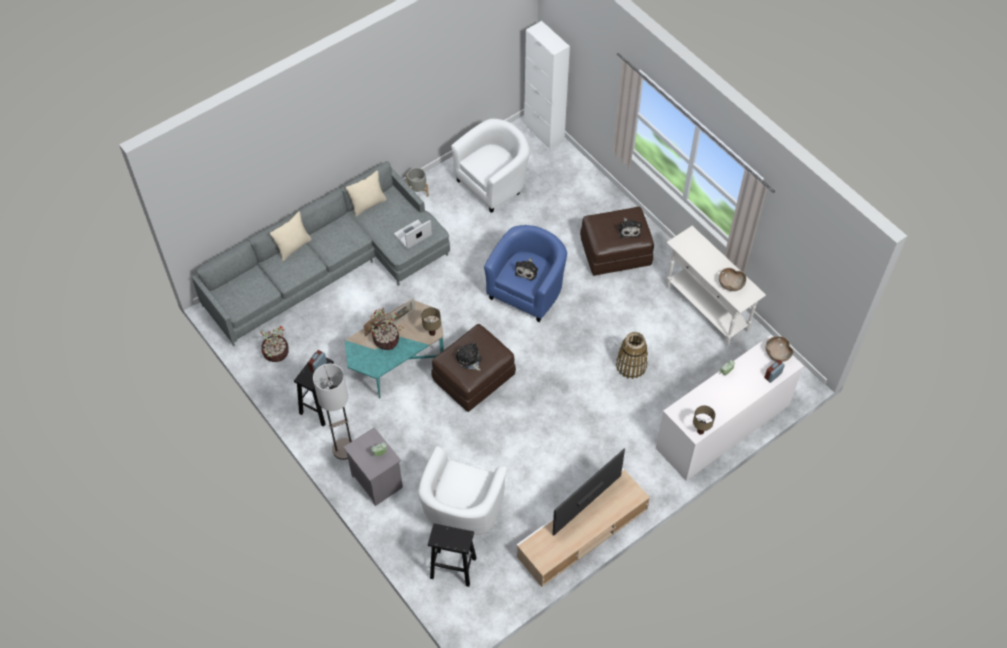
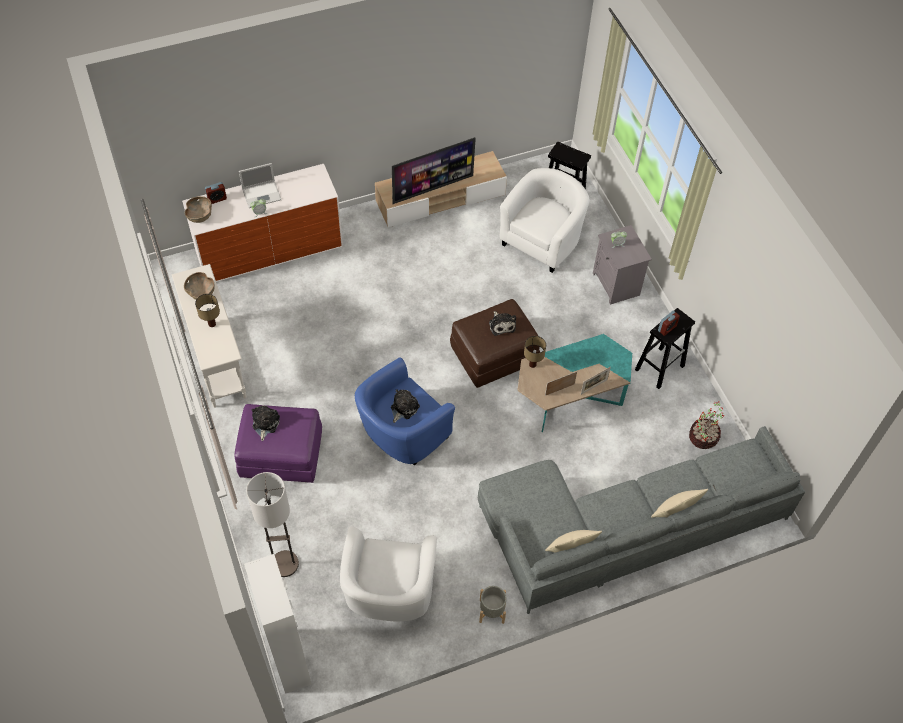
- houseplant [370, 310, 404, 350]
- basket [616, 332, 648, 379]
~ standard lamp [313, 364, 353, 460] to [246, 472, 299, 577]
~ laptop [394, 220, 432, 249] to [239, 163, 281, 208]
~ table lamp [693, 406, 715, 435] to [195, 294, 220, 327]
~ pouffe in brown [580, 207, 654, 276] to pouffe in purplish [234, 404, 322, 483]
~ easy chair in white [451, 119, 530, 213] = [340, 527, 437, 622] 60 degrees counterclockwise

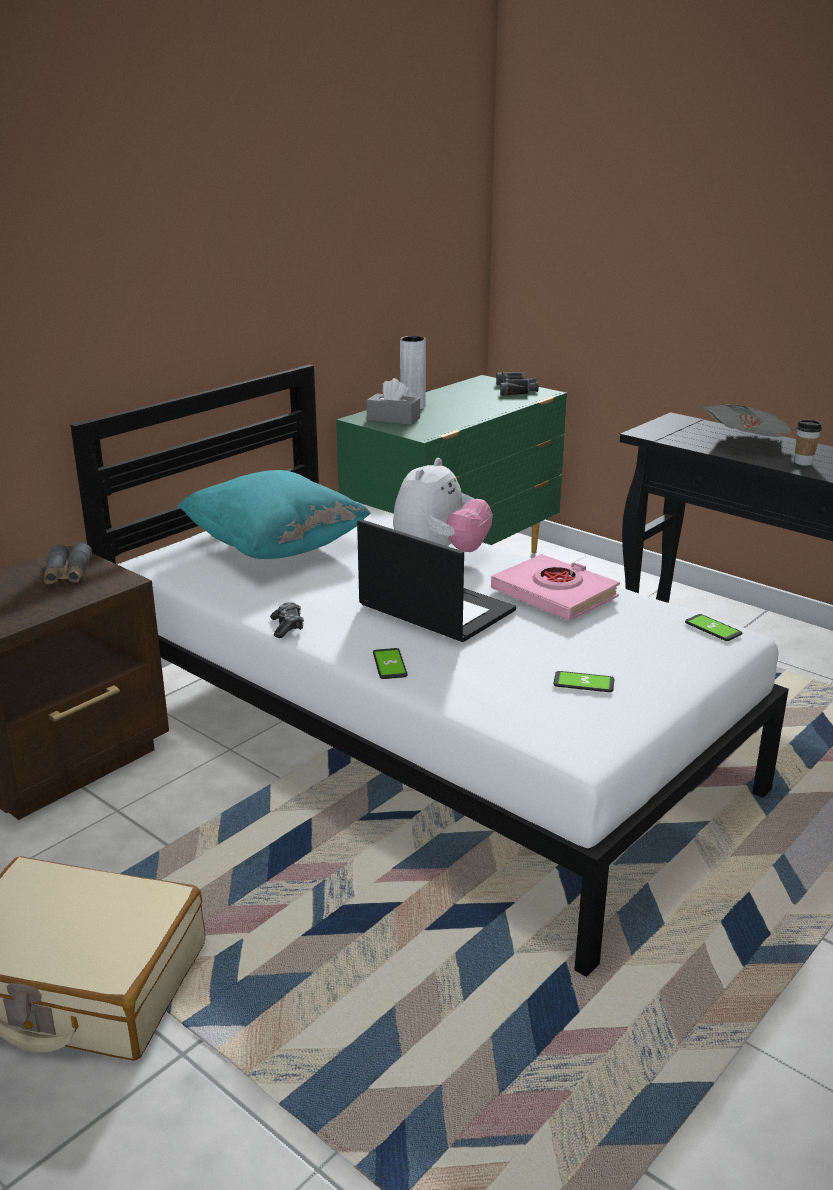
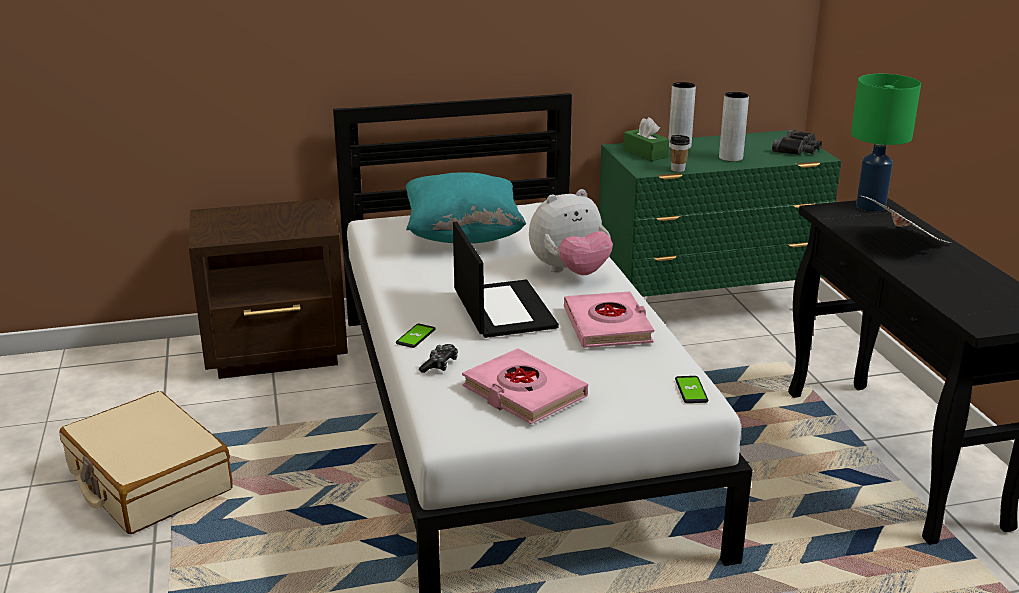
- pair of binoculars in grey [44, 542, 92, 584]
+ flower vase in grey [719, 92, 749, 161]
+ table lamp in greenish [851, 74, 921, 212]
~ joypad [270, 602, 304, 638] to [419, 344, 458, 373]
~ cup [795, 420, 822, 466] to [670, 135, 690, 172]
~ handset [553, 671, 614, 692] to volume in pink-coloured [462, 348, 588, 424]
~ tissue holder in grey [367, 378, 420, 425] to tissue holder in greenish [623, 117, 669, 161]

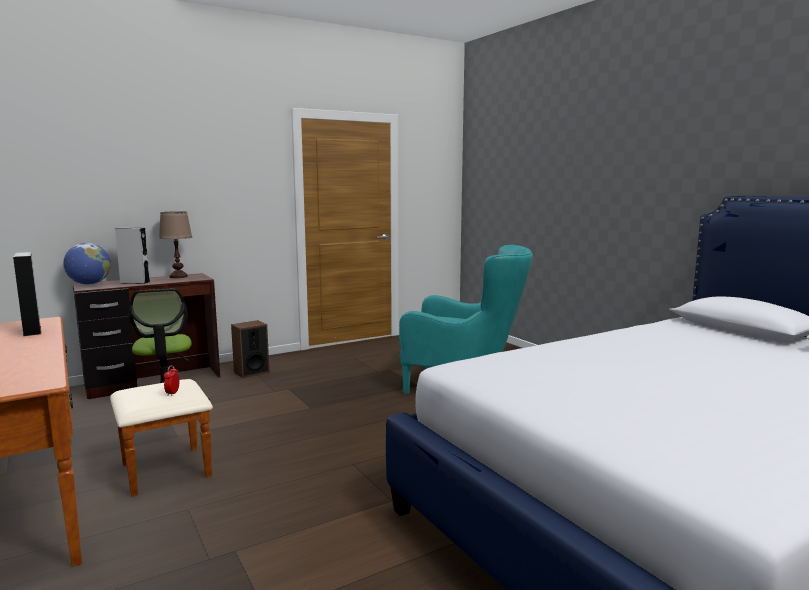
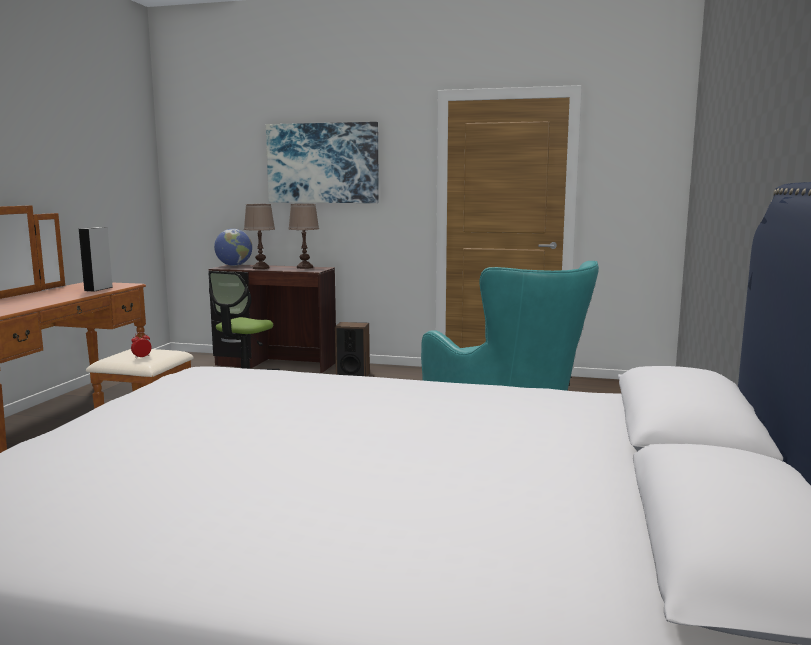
+ wall art [266, 122, 379, 203]
~ loudspeaker in grey [115, 228, 150, 284] to table lamp in brown [244, 204, 275, 269]

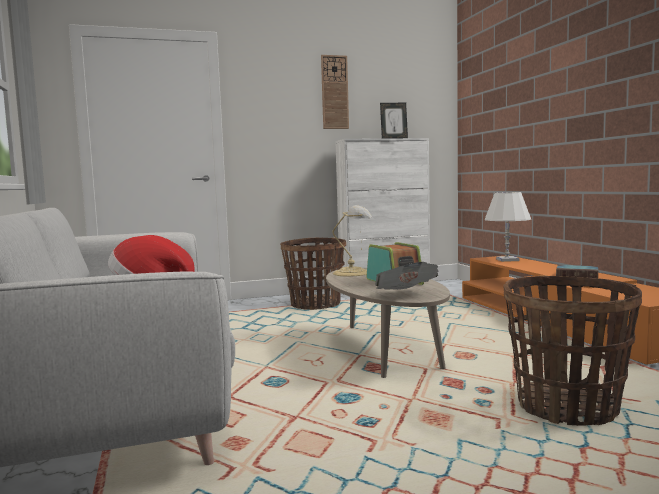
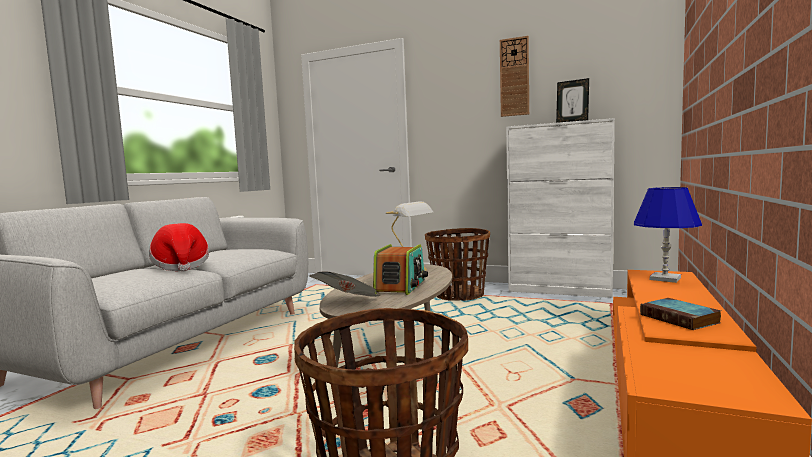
~ table lamp in white [485, 192, 531, 262] to table lamp in blue-coloured [634, 187, 702, 283]

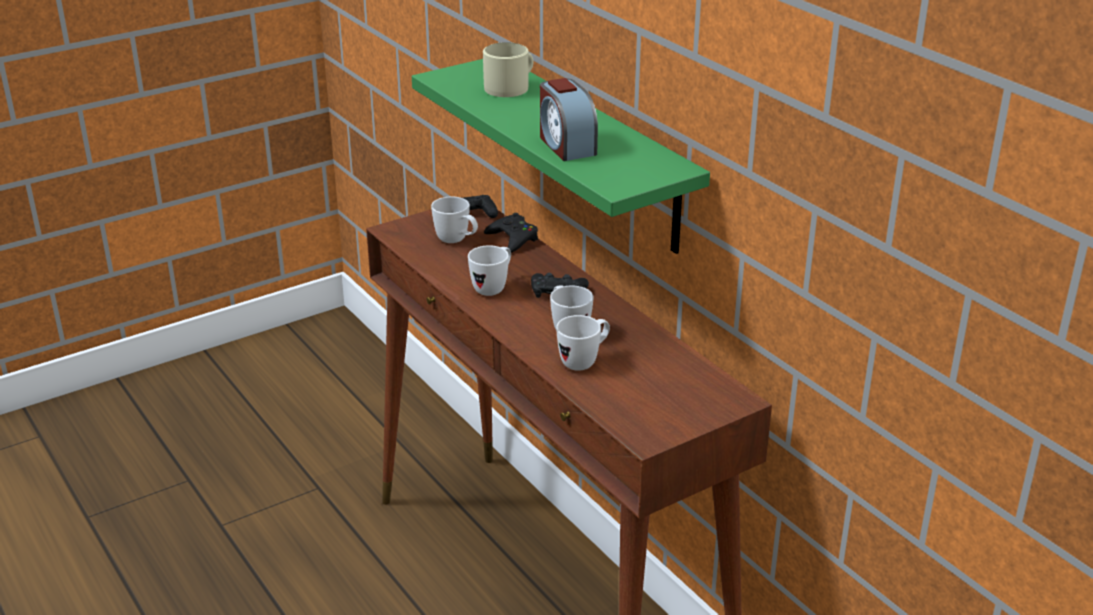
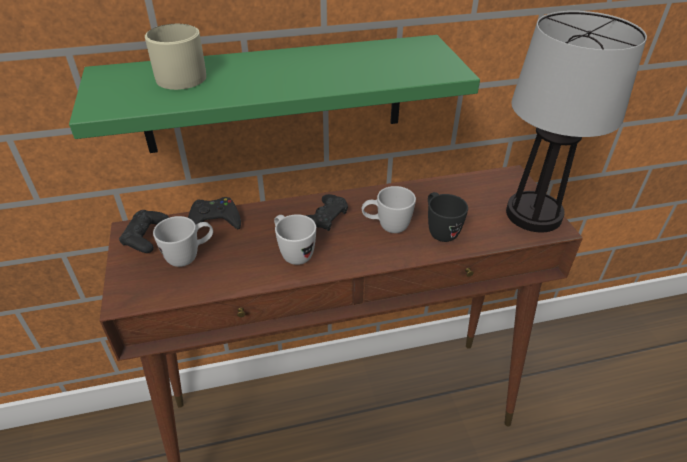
- alarm clock [540, 78, 598, 161]
+ table lamp [506, 11, 647, 233]
~ mug in white [556, 315, 610, 371] to mug in black-coloured [428, 192, 468, 242]

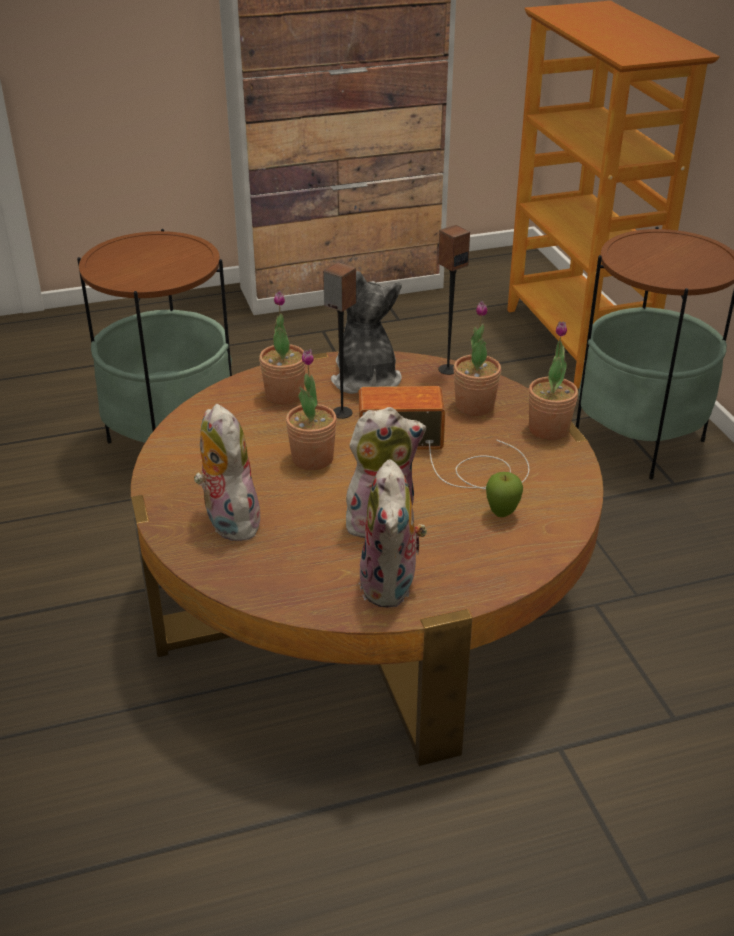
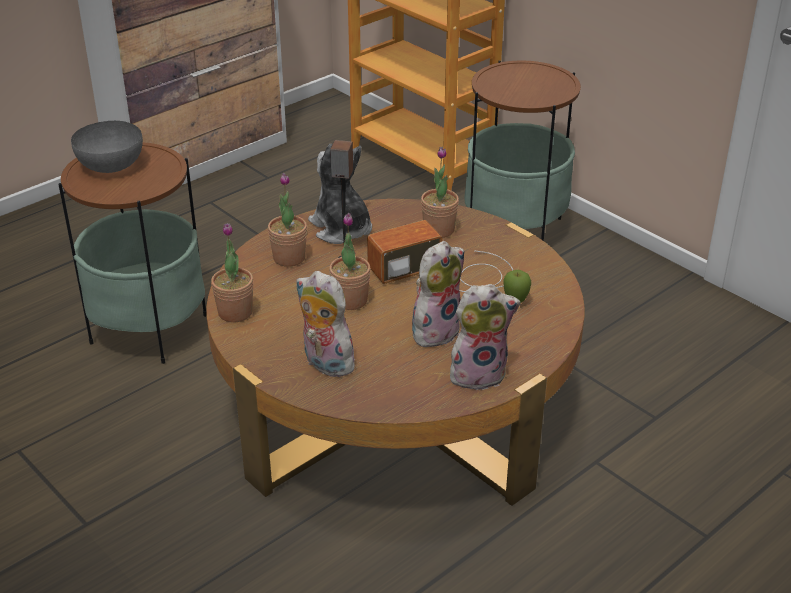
- loudspeaker [438, 225, 470, 375]
+ deep dish in grey [71, 121, 143, 173]
~ houseplant [528, 321, 578, 441] to [211, 223, 253, 322]
~ cuddly toy [359, 459, 427, 608] = [450, 284, 521, 391] 75 degrees counterclockwise

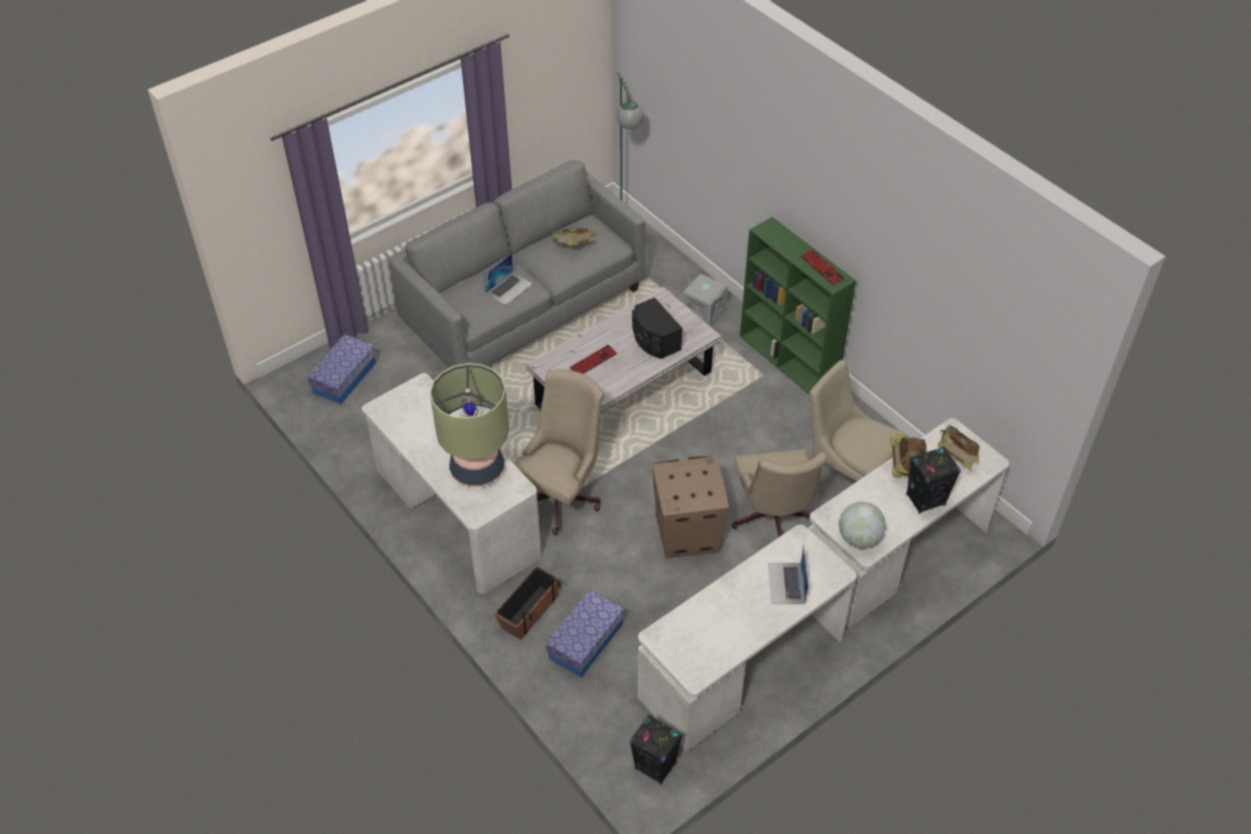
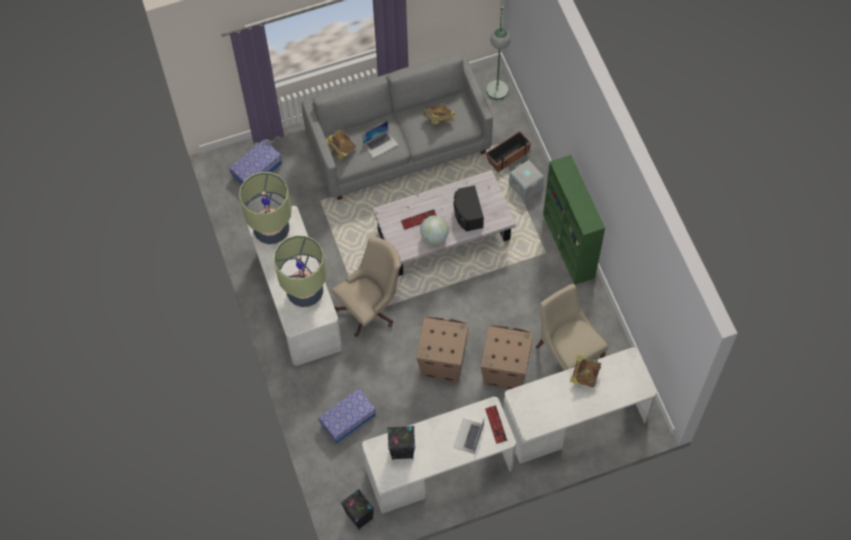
+ table lamp [239, 172, 292, 245]
~ flower pot [494, 565, 561, 640] to [486, 131, 531, 172]
~ keyboard [800, 249, 844, 285] to [485, 405, 507, 444]
~ world globe [839, 502, 886, 548] to [420, 216, 449, 244]
~ loudspeaker in black-coloured [906, 446, 961, 514] to [387, 426, 415, 460]
~ volume [938, 425, 980, 470] to [326, 129, 356, 160]
~ computer chair in beige-coloured [731, 449, 827, 537] to carton [481, 326, 533, 389]

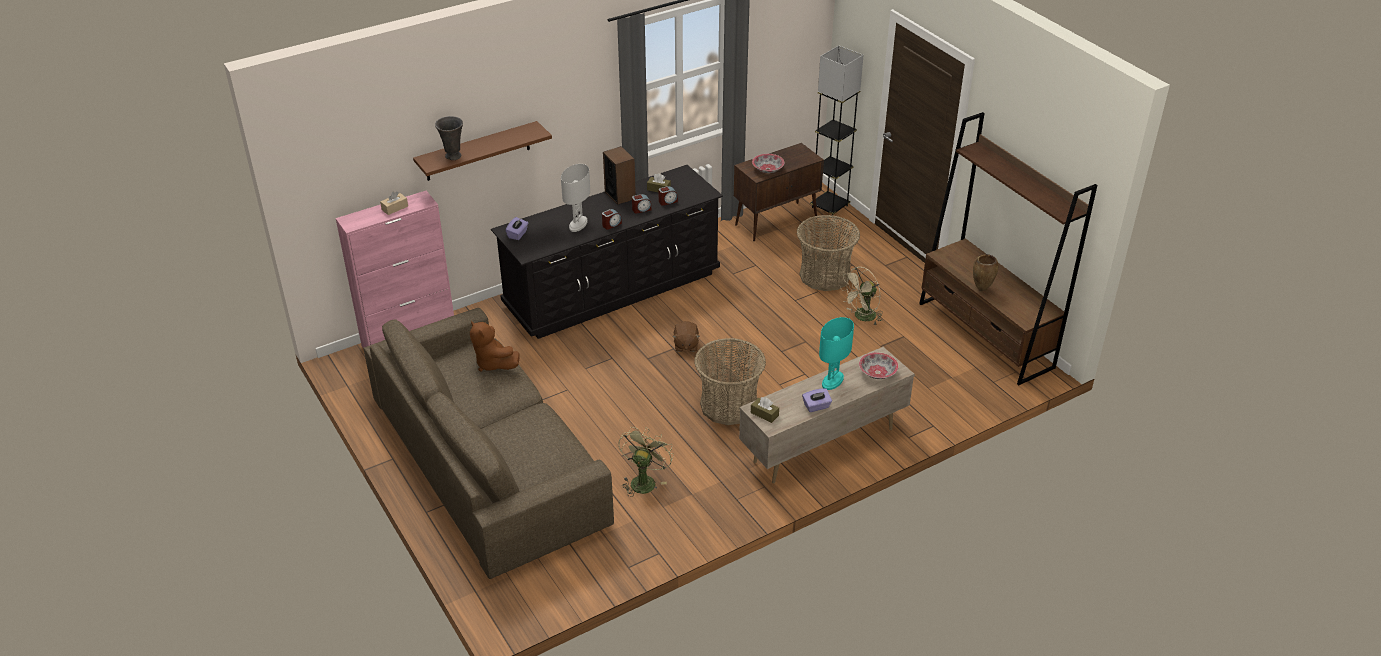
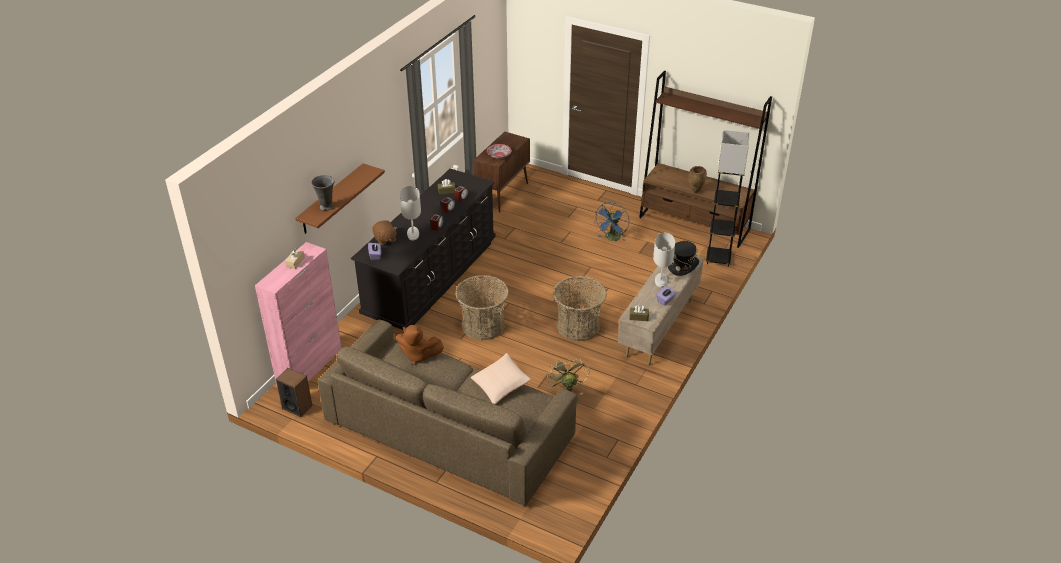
+ pillow in beige-coloured [471, 353, 531, 404]
~ loudspeaker [603, 146, 636, 205] to [276, 368, 312, 417]
~ cuddly toy in brown [672, 321, 700, 352] to [373, 220, 397, 246]
~ basket [797, 215, 860, 291] to [455, 275, 509, 340]
~ standard lamp in grey [810, 45, 864, 216] to [706, 130, 750, 267]
~ deep dish [859, 352, 898, 379] to hat in black-coloured [668, 241, 699, 276]
~ table lamp in turquoise-coloured [819, 317, 854, 390] to table lamp in white [653, 233, 675, 288]
~ fan in beige-coloured [840, 267, 883, 326] to fan in blue-coloured [594, 202, 629, 241]

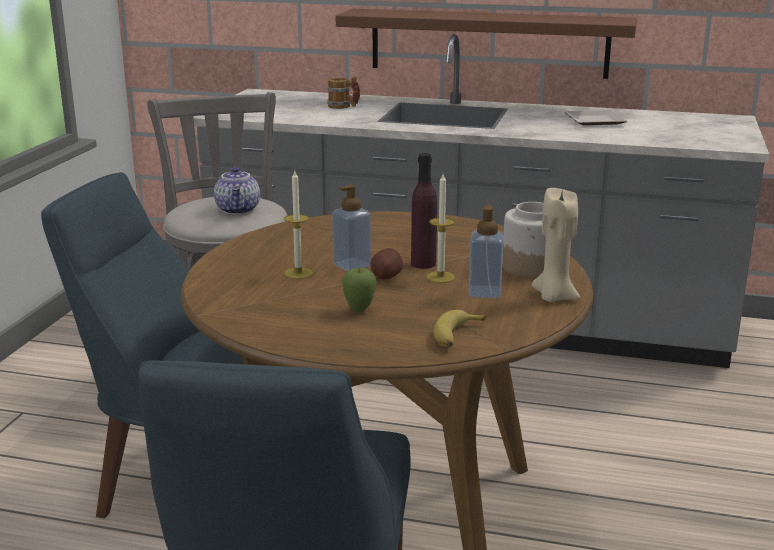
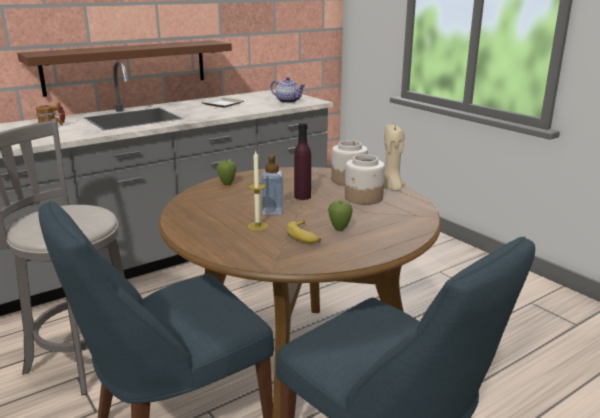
- whole potato [370, 248, 403, 280]
- candle [426, 174, 455, 283]
+ apple fruit [217, 160, 237, 185]
~ tea pot [214, 167, 260, 215] to [271, 77, 306, 103]
~ whole banana [433, 310, 486, 347] to [286, 220, 321, 244]
~ soap bottle [469, 204, 504, 299] to preserve jar [345, 154, 385, 205]

